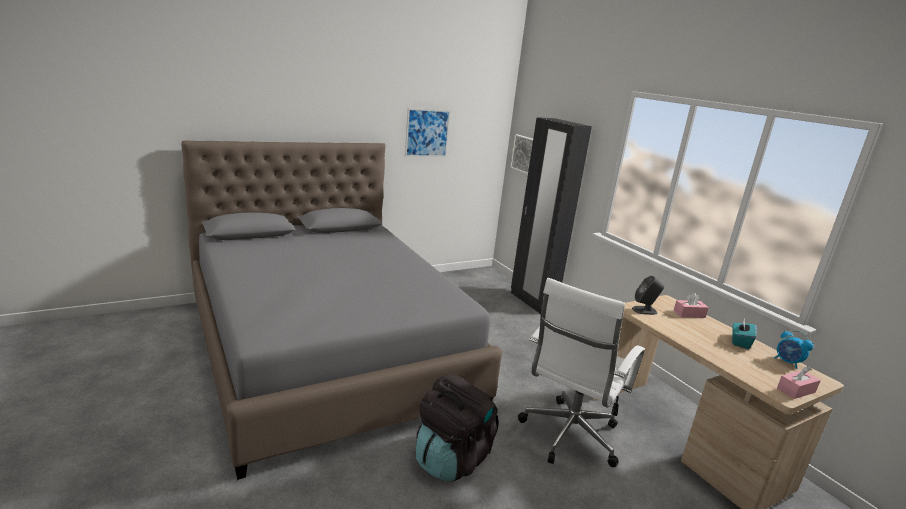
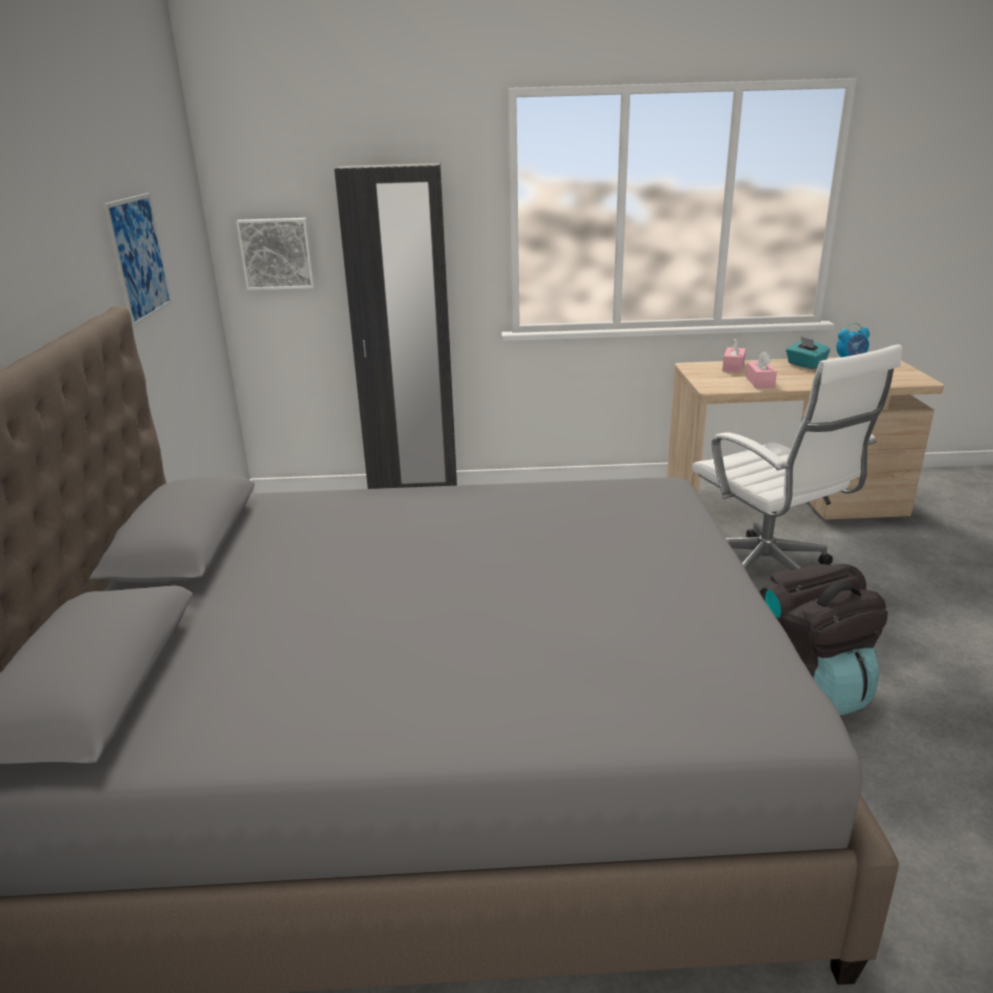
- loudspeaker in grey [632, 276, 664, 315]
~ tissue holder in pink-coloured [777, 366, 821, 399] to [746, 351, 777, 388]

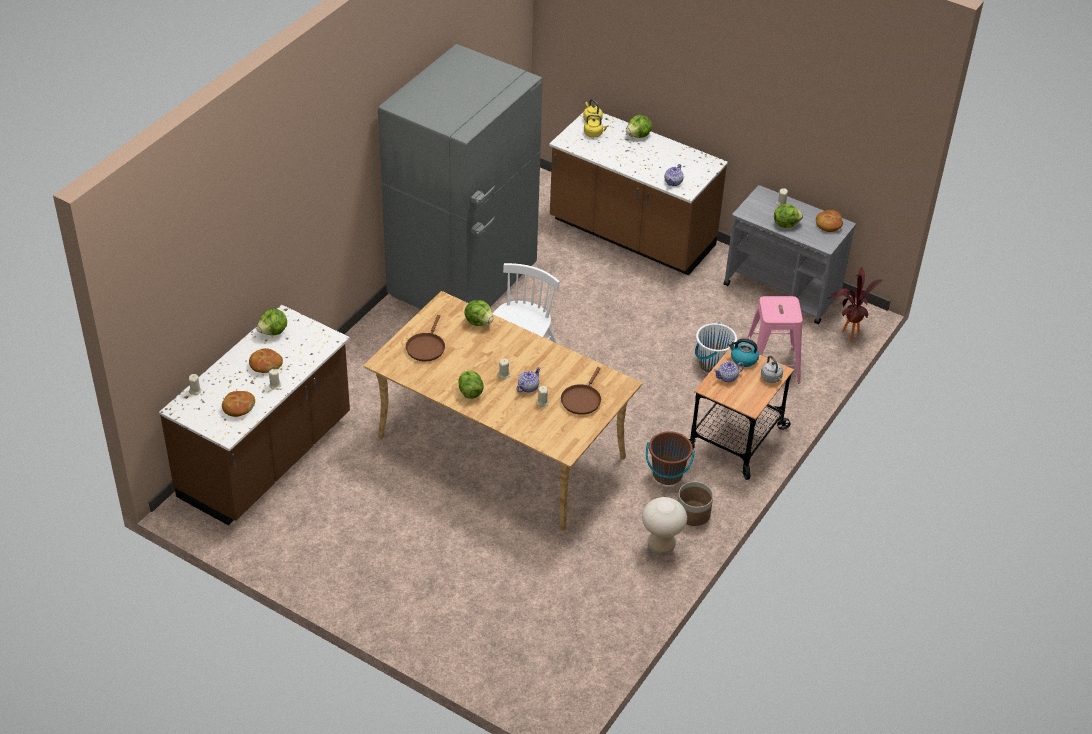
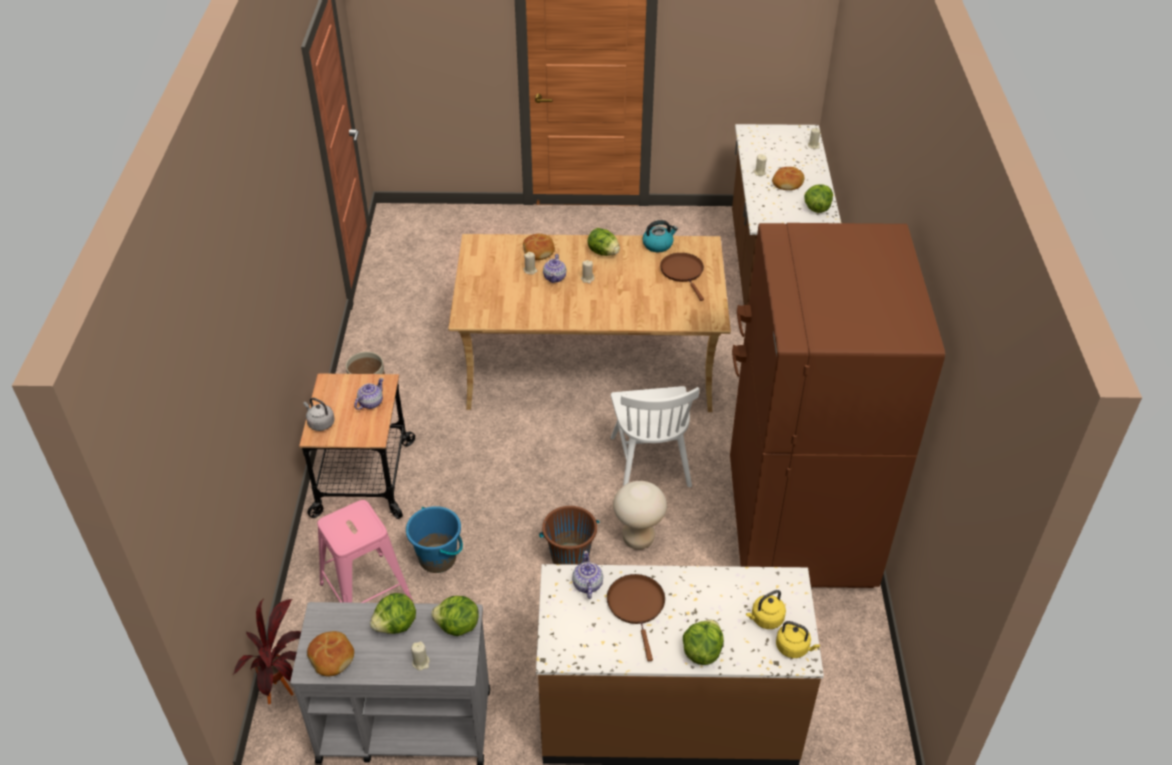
~ baked bread [222, 391, 255, 417] to [523, 234, 555, 260]
~ lettuce [464, 300, 493, 326] to [431, 596, 479, 636]
~ skillet in brown [561, 367, 601, 415] to [607, 574, 665, 662]
~ stool seat in beige-coloured [642, 497, 687, 556] to [613, 481, 667, 550]
~ bucket in brown [646, 431, 695, 485] to [539, 506, 600, 565]
~ water kettle [728, 338, 759, 367] to [642, 220, 678, 252]
~ refrigerator in grey [378, 44, 543, 310] to refrigerator in brown [730, 223, 945, 588]
~ bucket in white [695, 323, 737, 373] to bucket in blue-coloured [406, 506, 463, 573]

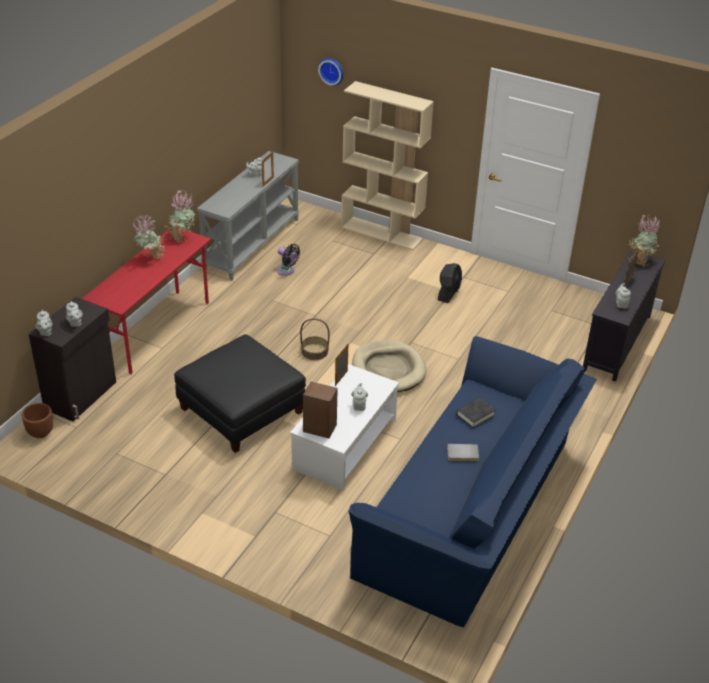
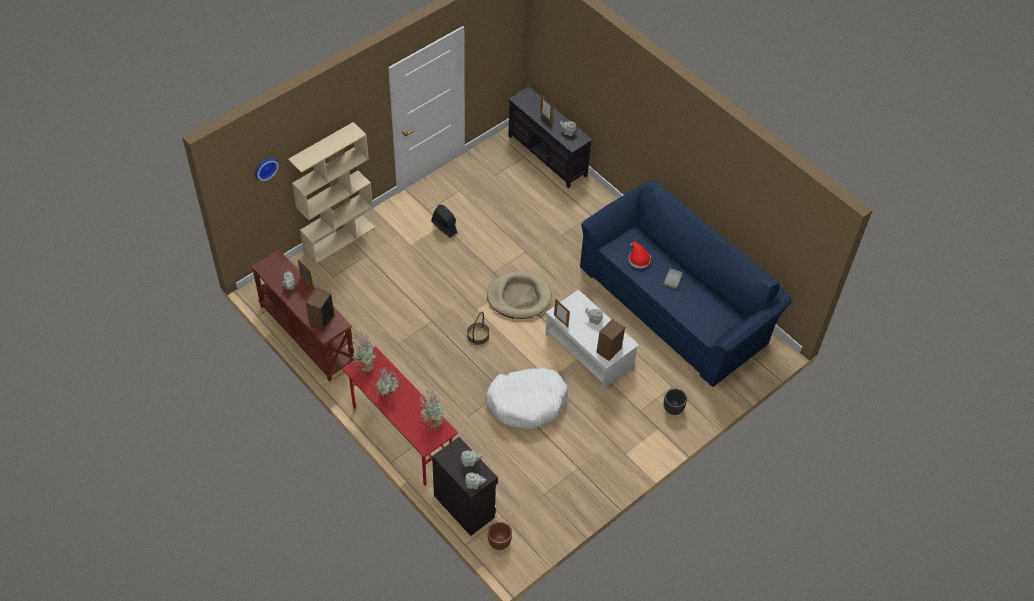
- fan in black-coloured [276, 244, 300, 275]
+ loudspeaker [306, 288, 334, 331]
+ flower pot in black-coloured [664, 388, 687, 415]
~ houseplant [628, 214, 661, 267] to [418, 390, 444, 431]
~ pouffe in black-coloured [174, 334, 306, 453] to dog cushion in white [486, 368, 568, 429]
~ volume in black-coloured [456, 398, 496, 428] to hat in red-coloured [628, 242, 651, 269]
~ hall table in grey [197, 151, 299, 280] to hall table in brown [251, 250, 354, 381]

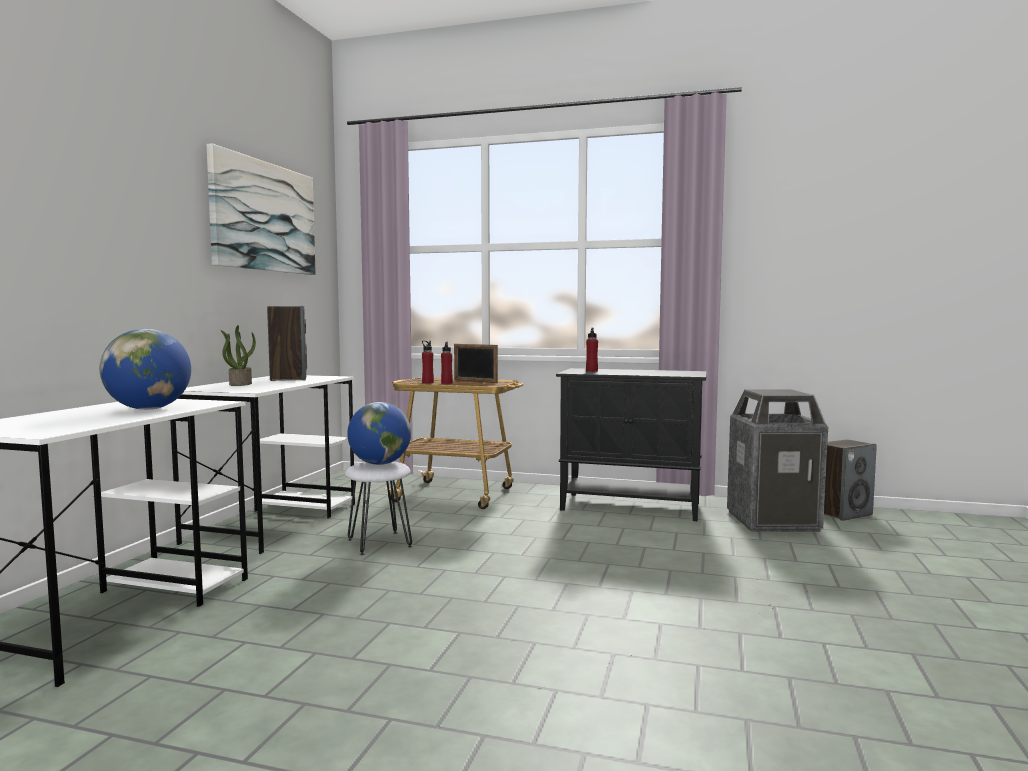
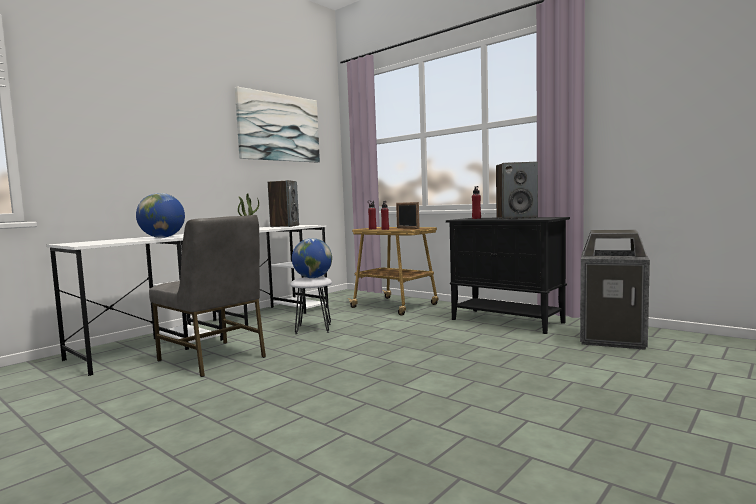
+ chair in grey [149, 215, 266, 377]
~ loudspeaker [824, 439, 877, 521] to [496, 162, 538, 219]

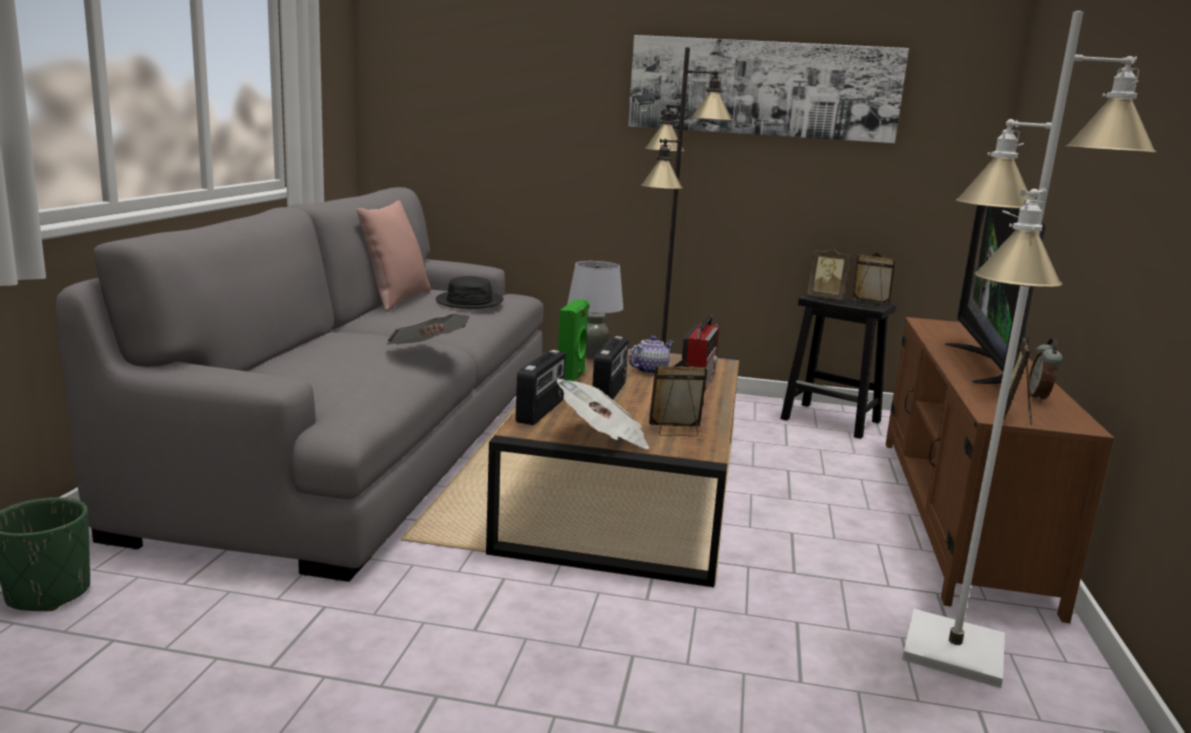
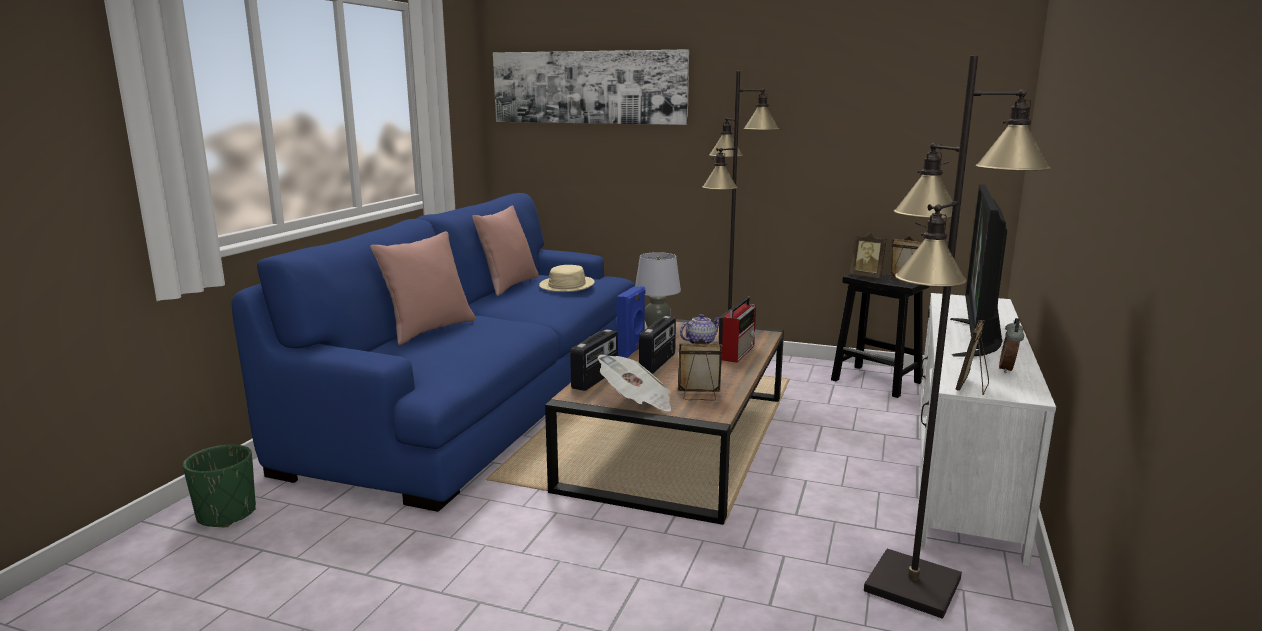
- printed paper [386, 314, 470, 344]
+ pillow in pink-coloured [370, 231, 475, 345]
~ wall art [628, 35, 909, 143] to [493, 49, 689, 125]
~ couch in grey [56, 187, 544, 582] to couch in blue-coloured [232, 193, 635, 512]
~ hat in black-coloured [436, 276, 504, 309] to hat in beige-coloured [539, 265, 595, 292]
~ loudspeaker in greenish [558, 299, 589, 381] to loudspeaker in blue-coloured [617, 286, 646, 358]
~ tv unit in brown [886, 317, 1114, 623] to tv unit in white [919, 293, 1056, 566]
~ standard lamp in white [902, 11, 1156, 688] to standard lamp in black-coloured [864, 55, 1051, 619]

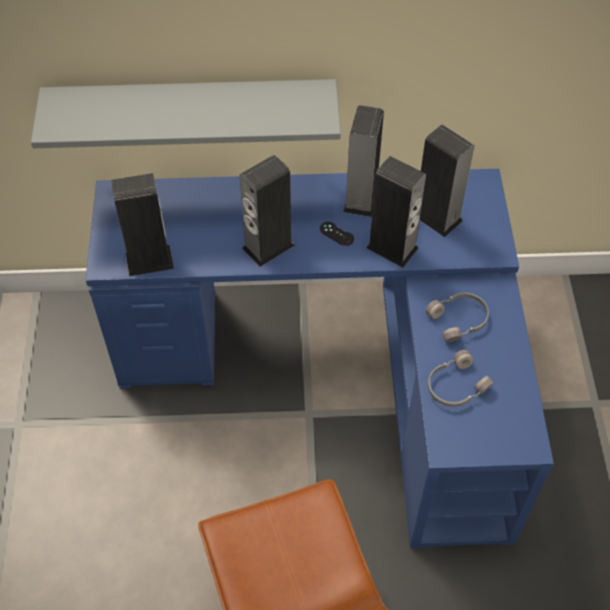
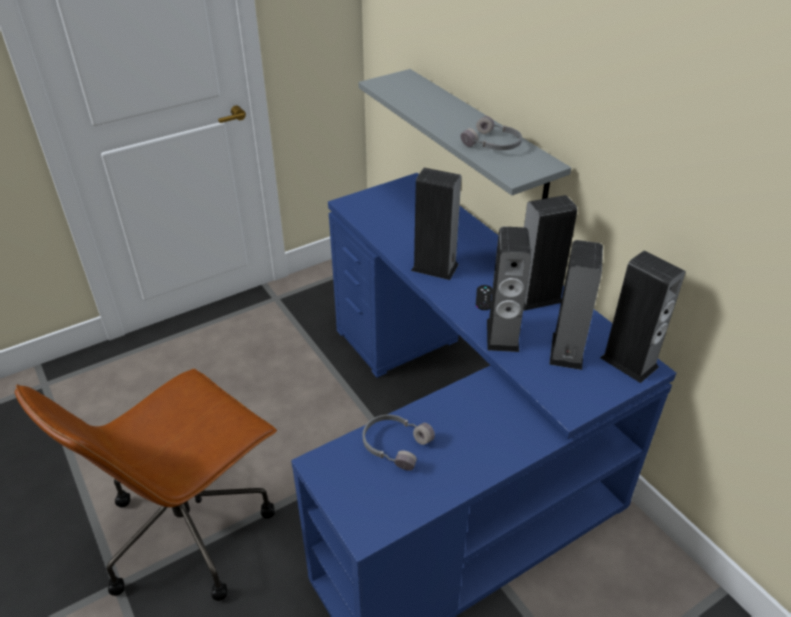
~ loudspeaker [111, 173, 174, 276] to [600, 251, 686, 383]
~ pair of headphones in grey [426, 293, 489, 342] to [460, 116, 522, 150]

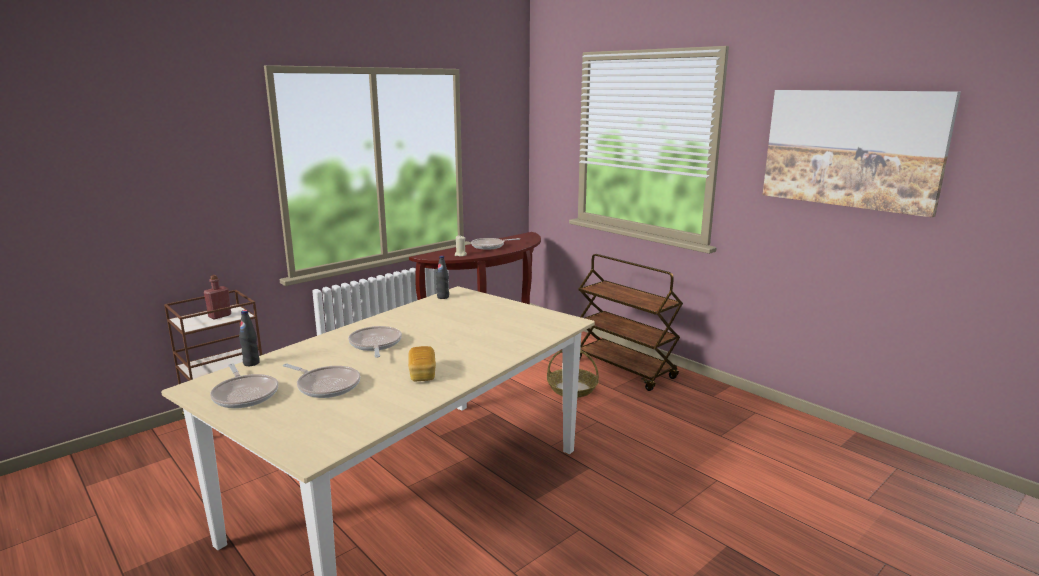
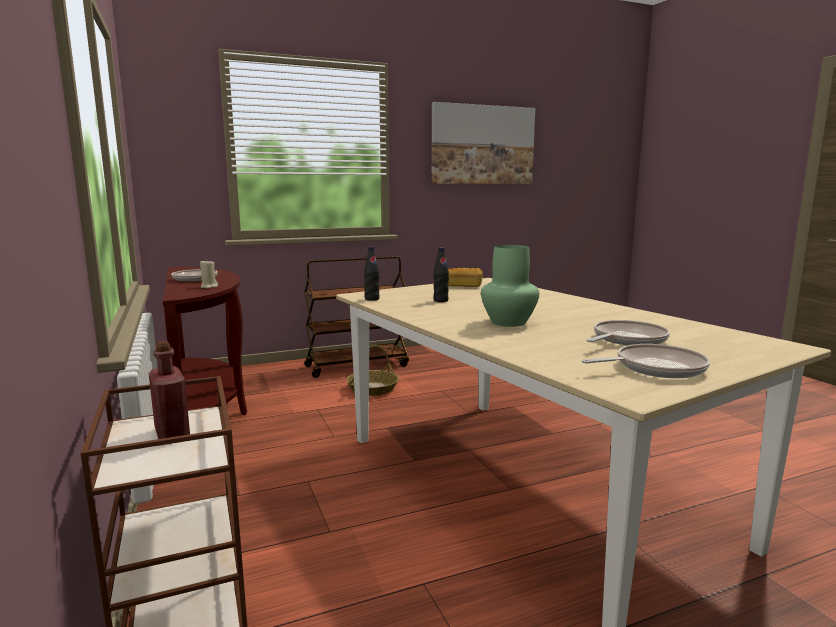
~ bottle in black-coloured [239, 310, 260, 366] to [433, 247, 449, 302]
~ baked bread [408, 346, 436, 381] to [448, 268, 483, 287]
~ skillet [348, 326, 402, 358] to flower vase in greenish [481, 245, 539, 327]

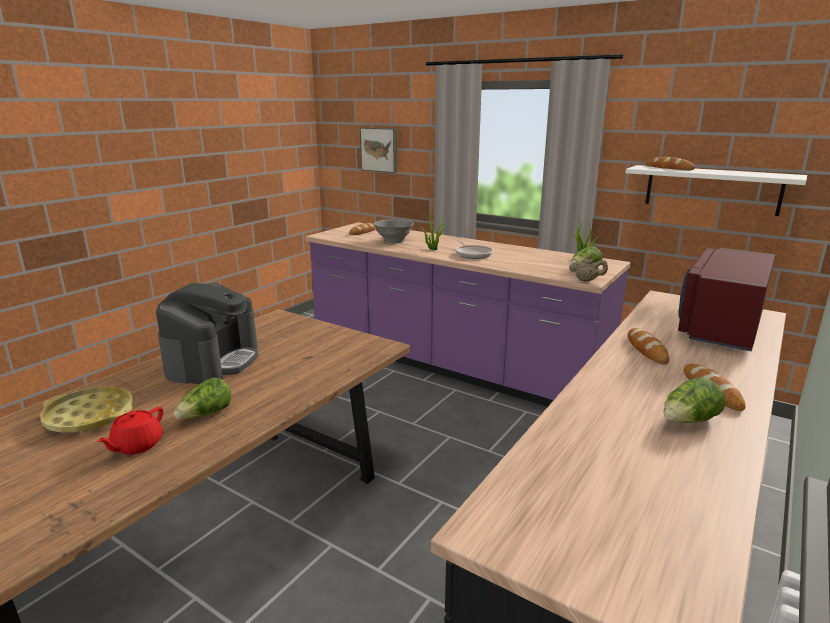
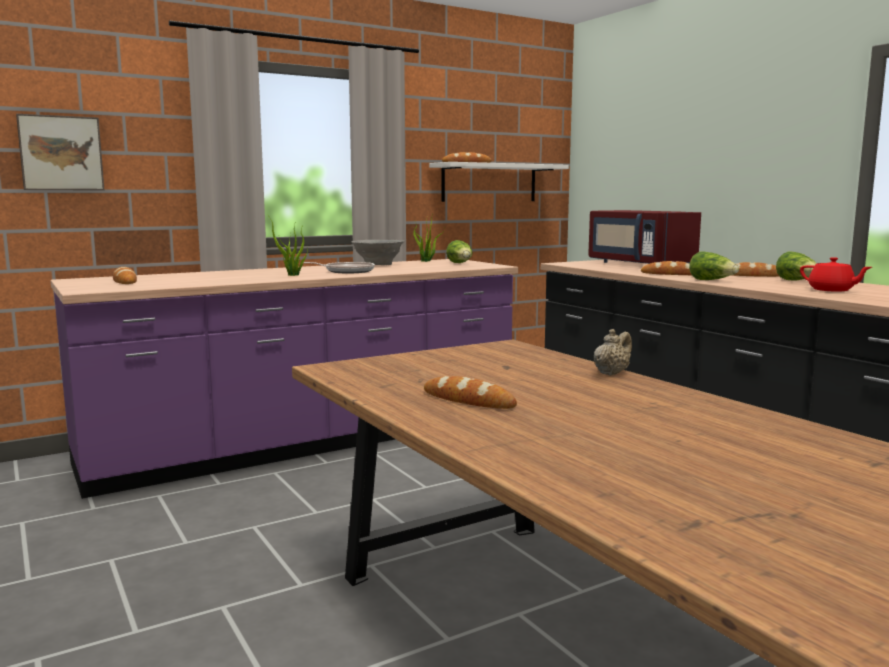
- carrying tray in yellow [40, 386, 133, 433]
~ tea pot in red-coloured [97, 407, 163, 455] to [800, 257, 872, 292]
~ lettuce [174, 378, 232, 419] to [689, 251, 739, 280]
~ deep dish in grey [373, 219, 414, 243] to [351, 240, 405, 265]
~ tea pot in beige-coloured [569, 256, 608, 281] to [594, 329, 632, 375]
~ coffee maker [156, 283, 259, 384] to baked bread [424, 376, 517, 409]

